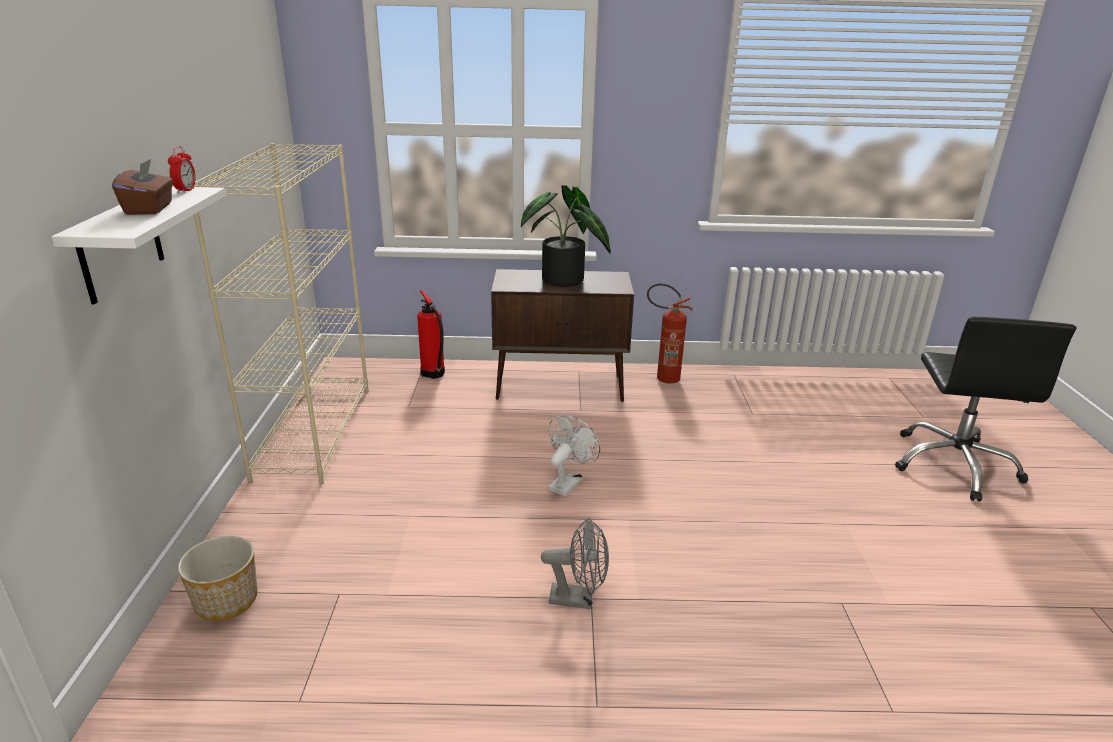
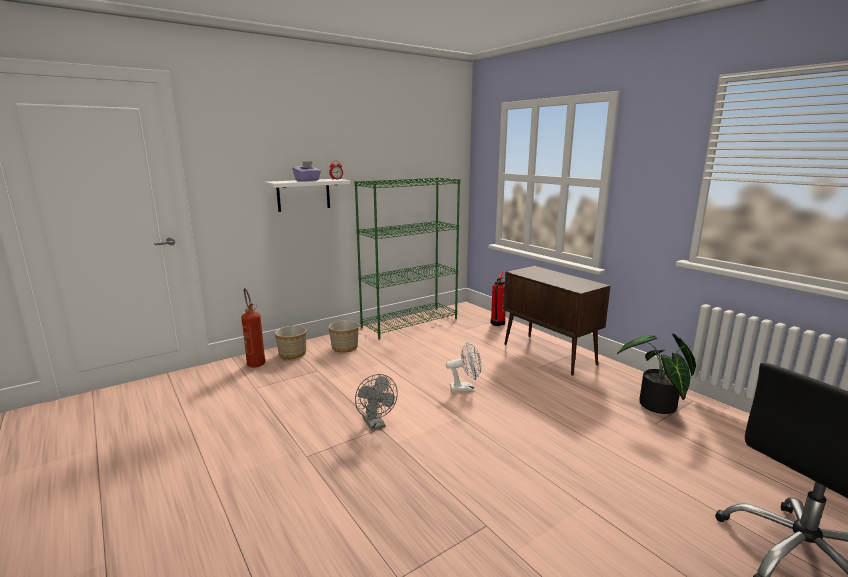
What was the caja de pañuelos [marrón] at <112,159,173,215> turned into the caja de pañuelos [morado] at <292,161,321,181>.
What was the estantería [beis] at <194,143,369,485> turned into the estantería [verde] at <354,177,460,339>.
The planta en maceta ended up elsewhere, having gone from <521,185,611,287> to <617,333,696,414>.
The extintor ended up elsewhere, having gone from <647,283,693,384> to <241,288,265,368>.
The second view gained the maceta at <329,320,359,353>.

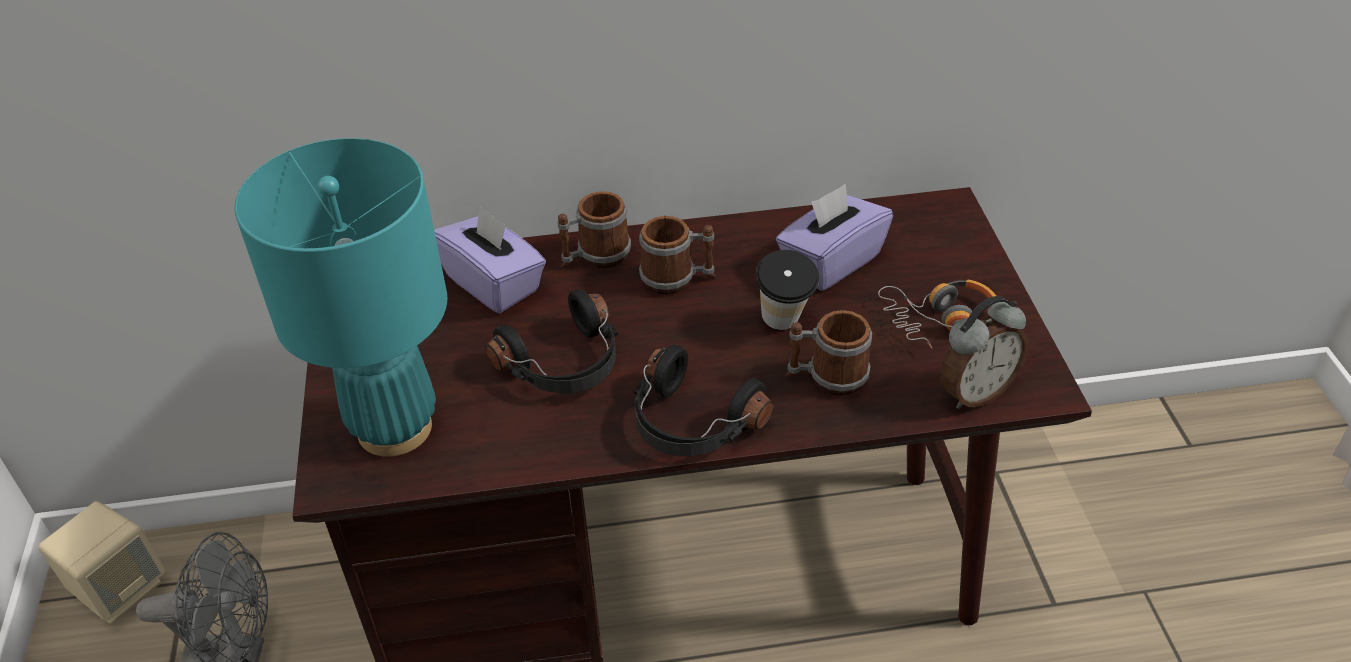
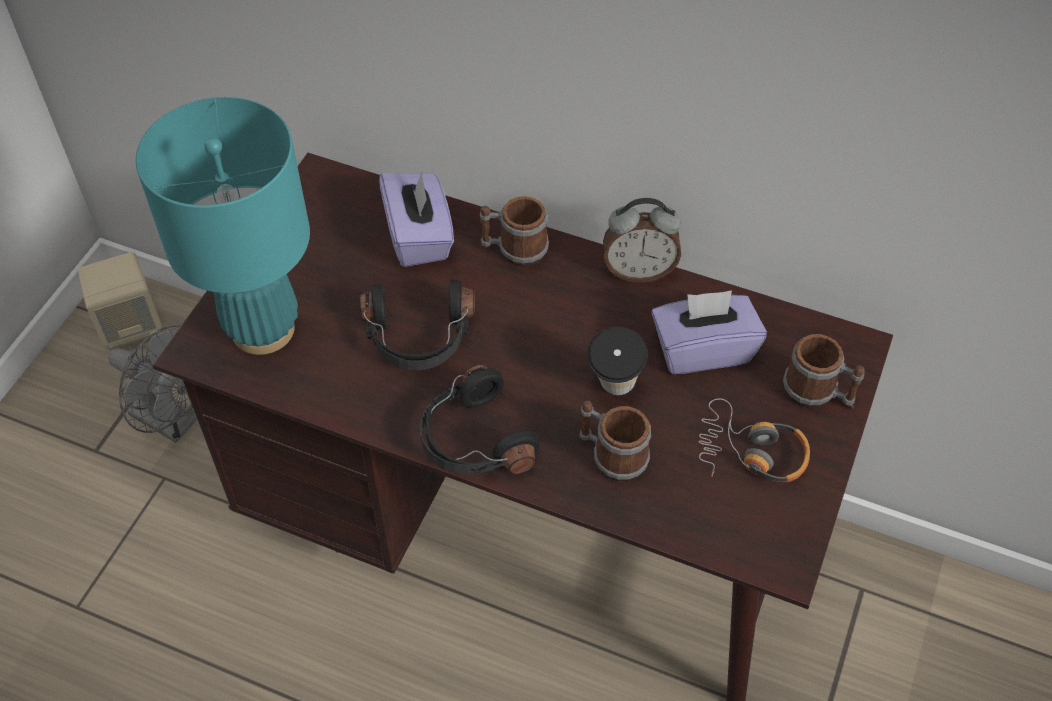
The taza grande ended up elsewhere, having gone from <639,216,716,295> to <783,334,865,409>.
The despertador ended up elsewhere, having gone from <940,296,1028,409> to <603,198,681,283>.

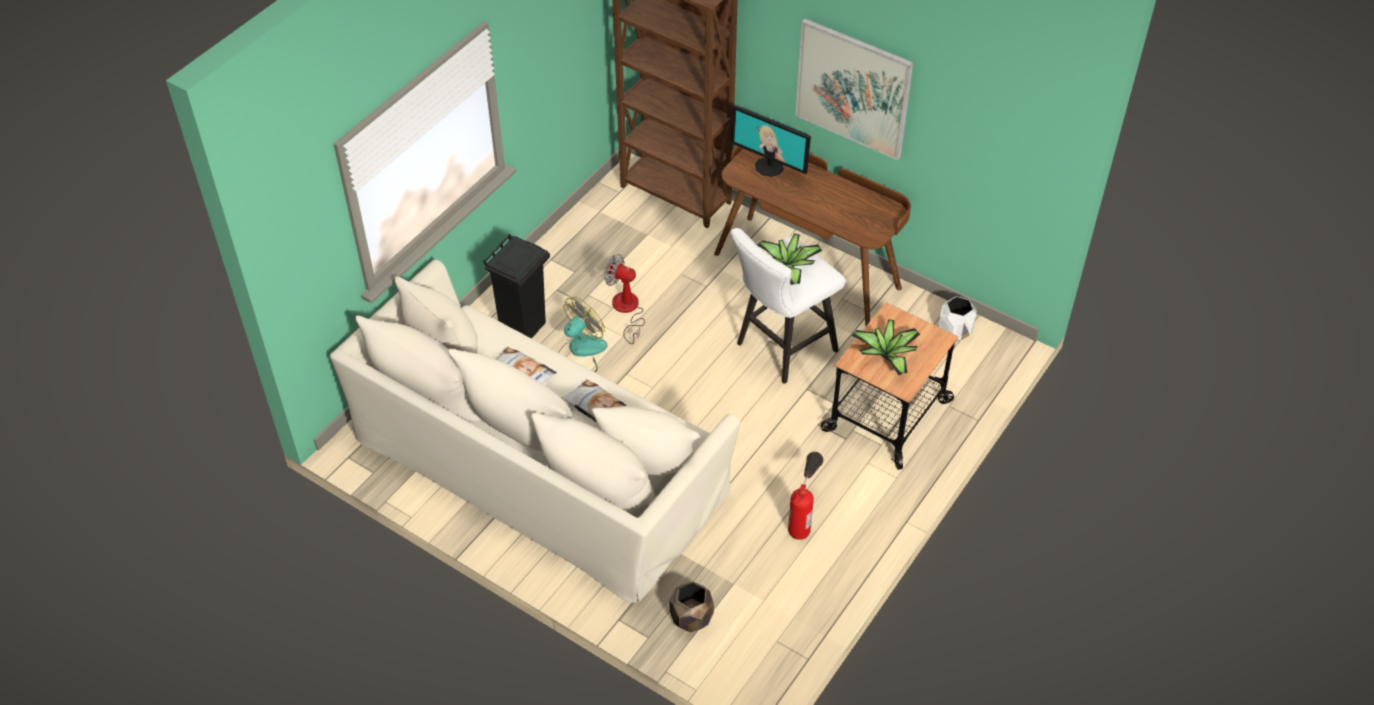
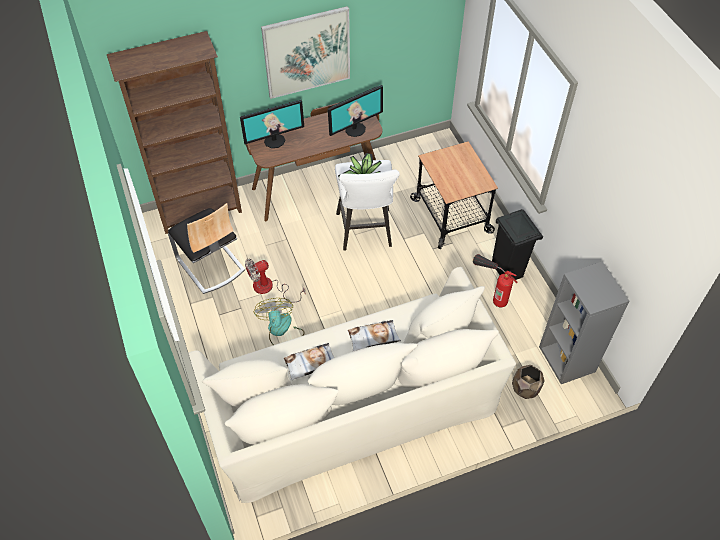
The papelera [negro] ended up elsewhere, having gone from <483,234,550,338> to <492,209,543,280>.
The second view lost the planta en maceta at <852,319,920,375>.
The second view lost the maceta [blanco] at <938,296,977,341>.
The second view gained the silla at <168,203,245,294>.
The second view gained the monitor at <328,85,383,137>.
The second view gained the estantería [gris] at <539,261,629,384>.

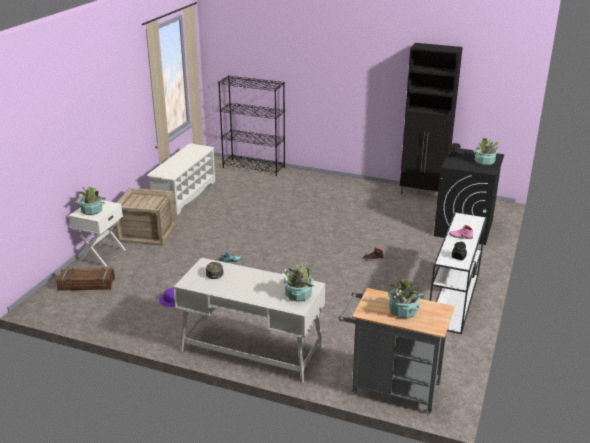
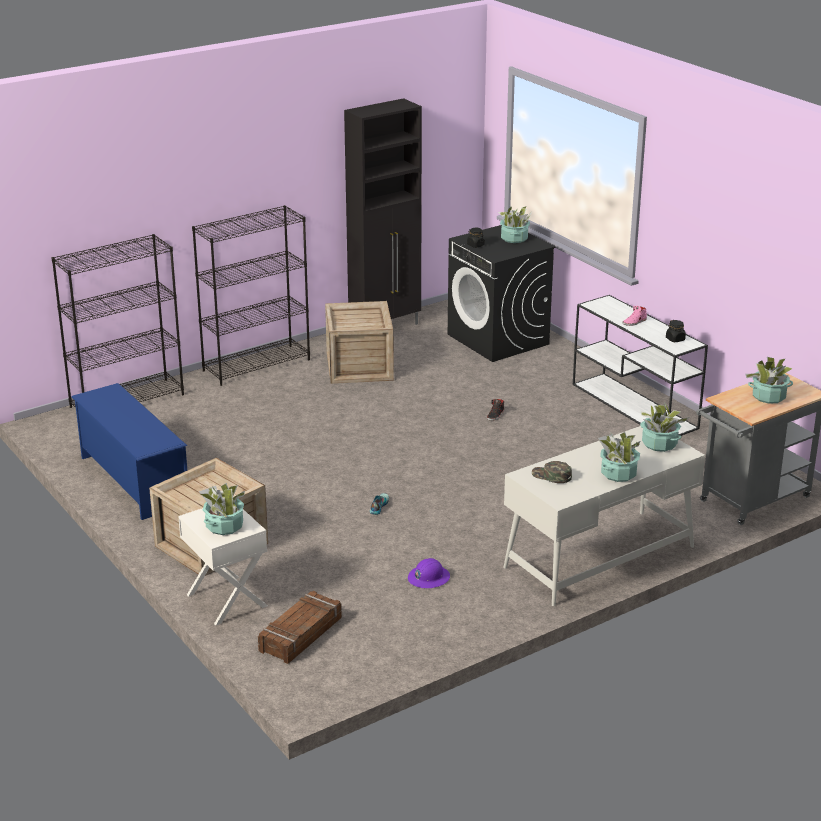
What was the zapatero [blanco] at <147,143,215,215> turned into the zapatero [azul] at <71,383,187,520>.
The second view gained the estantería [negro] at <192,205,310,386>.
The second view gained the caja de embalaje at <325,301,394,384>.
The second view gained the planta en maceta at <598,432,640,482>.

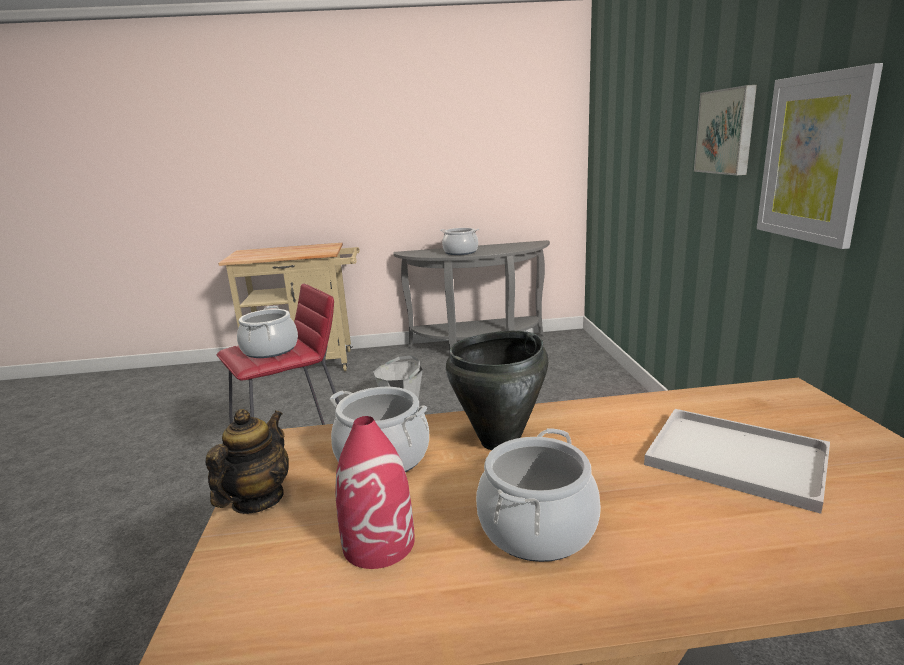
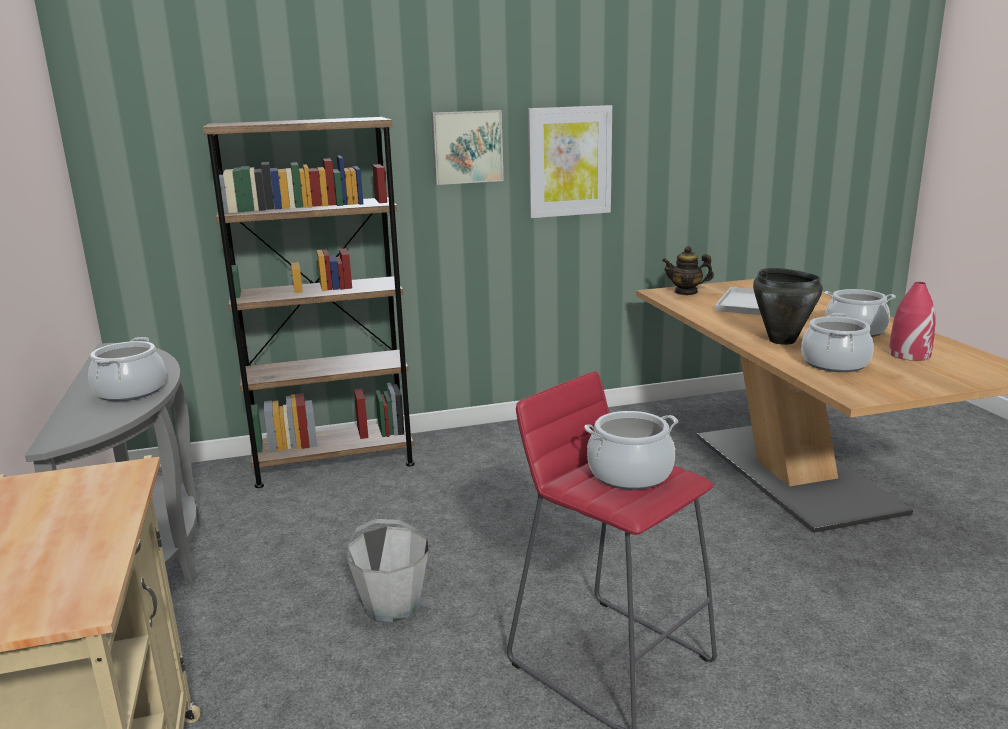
The tetera ended up elsewhere, having gone from <206,409,289,514> to <662,246,714,295>.
The second view gained the estantería [marrón] at <202,117,415,488>.

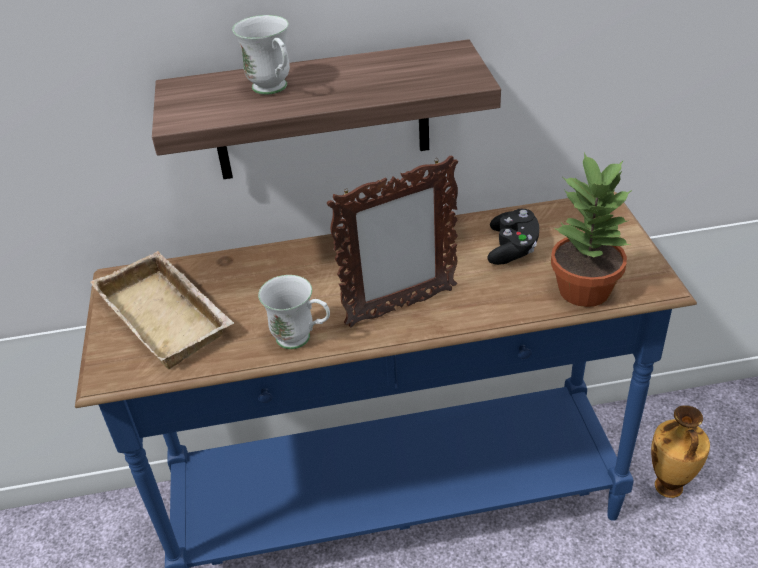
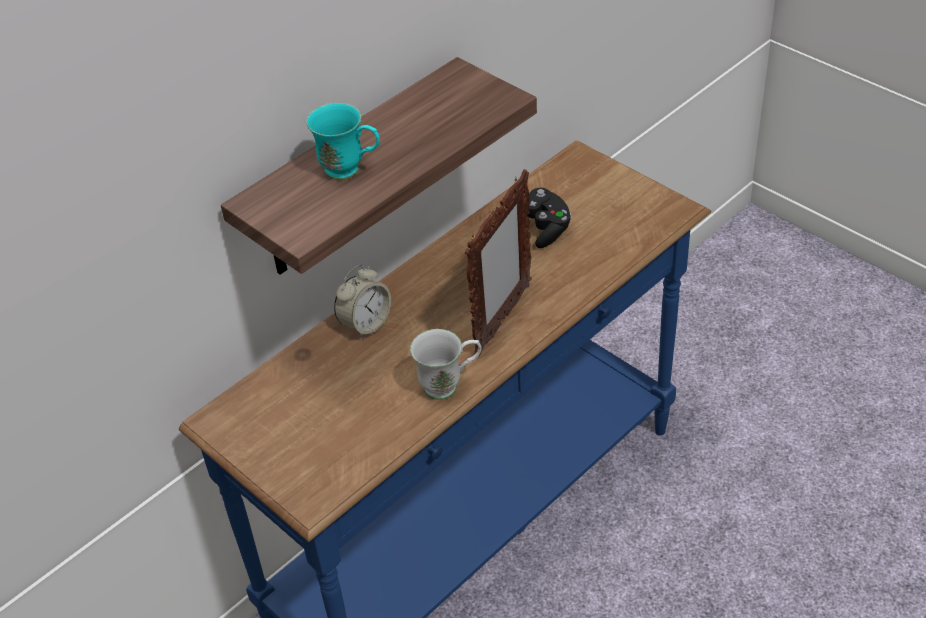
The second view lost the bandeja [beis] at <90,251,234,369>.
What was the taza grande [blanco] at <232,15,290,95> turned into the taza grande [turquesa] at <307,103,380,180>.
The second view lost the planta en maceta at <551,153,632,307>.
The second view lost the florero at <651,405,710,498>.
The second view gained the despertador at <334,265,391,339>.

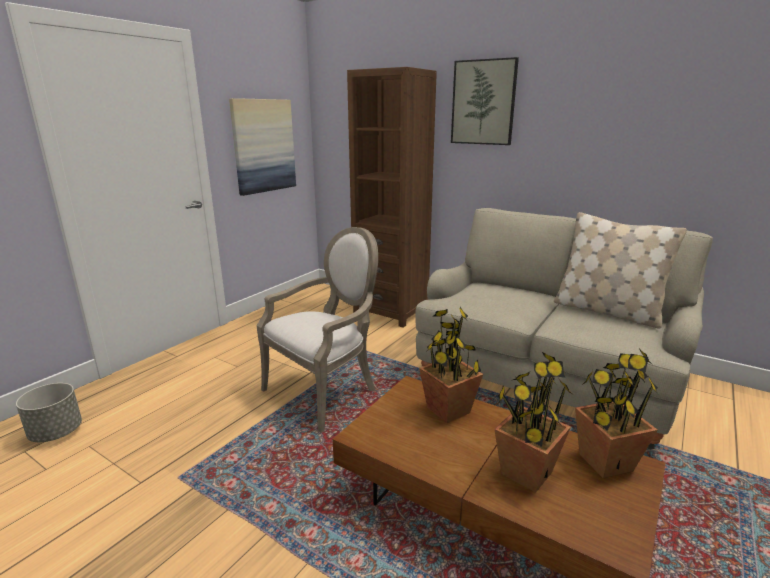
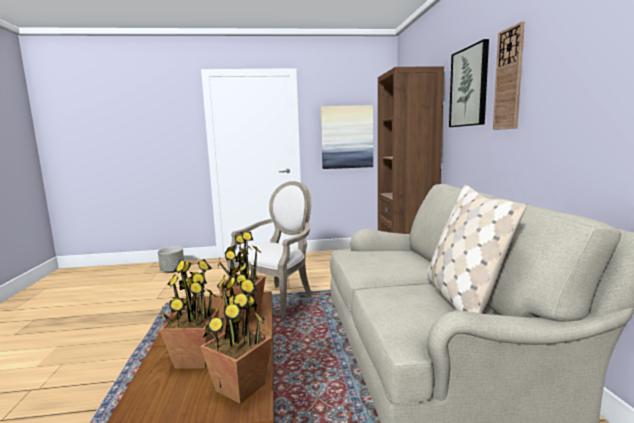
The sillón at <257,227,378,433> ended up facing another way, 60 degrees counterclockwise from before.
The second view gained the reloj de pared at <493,21,525,130>.

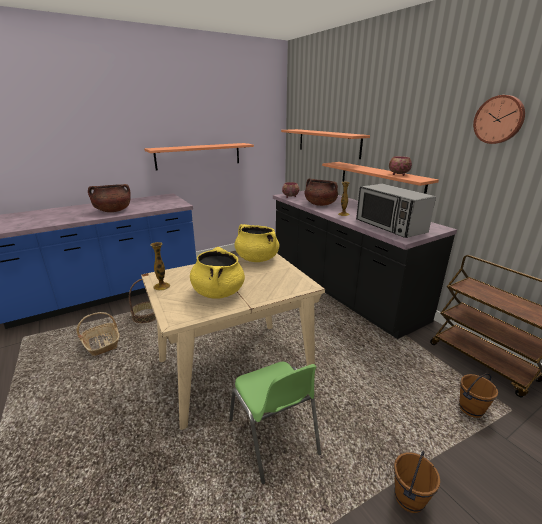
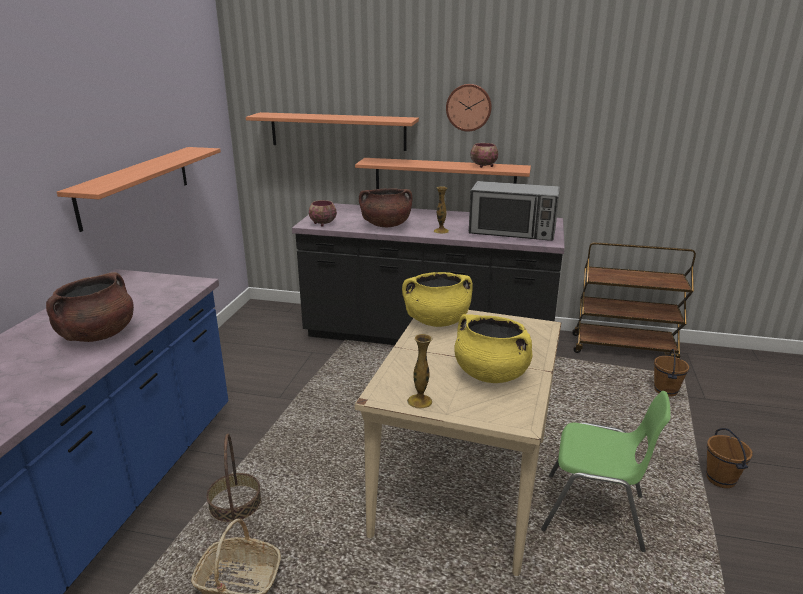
The reloj de pared ended up elsewhere, having gone from <473,95,525,144> to <446,84,492,132>.

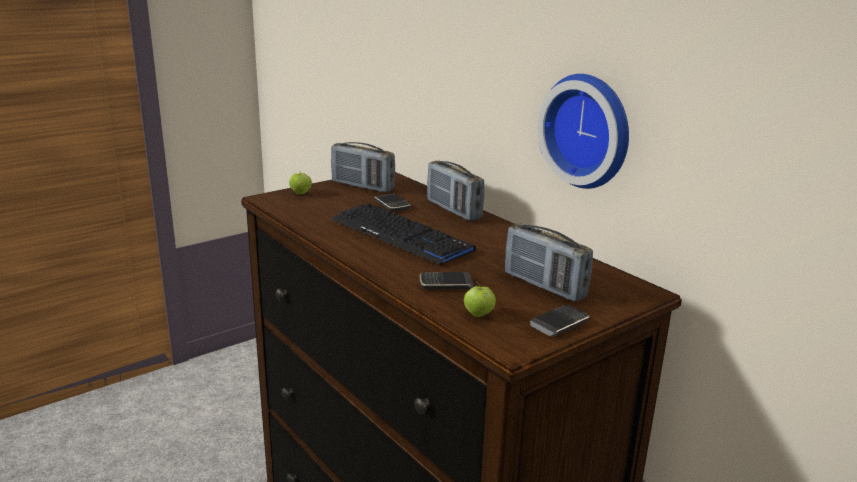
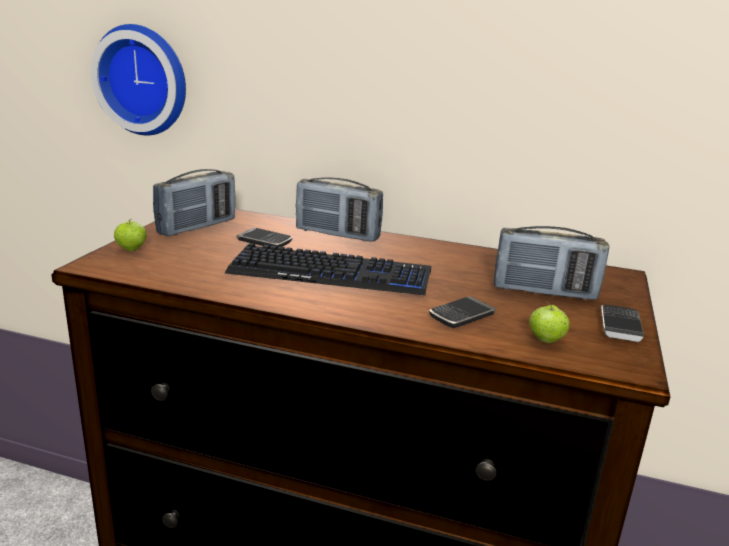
The radio at <331,142,395,192> ended up facing another way, 45 degrees counterclockwise from before.
The reloj de pared ended up elsewhere, having gone from <537,74,629,189> to <91,24,186,135>.

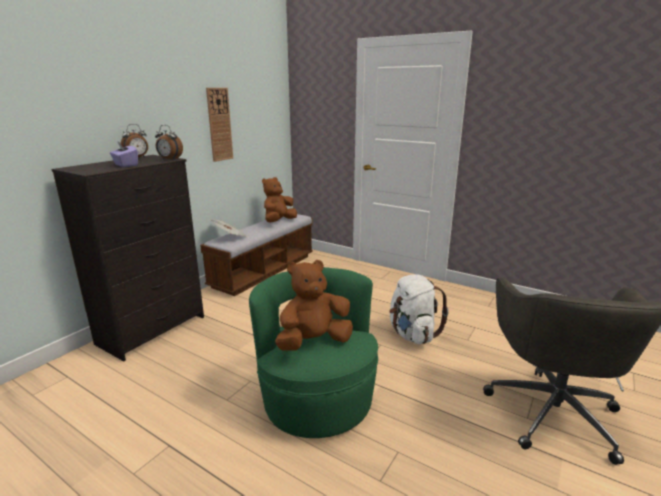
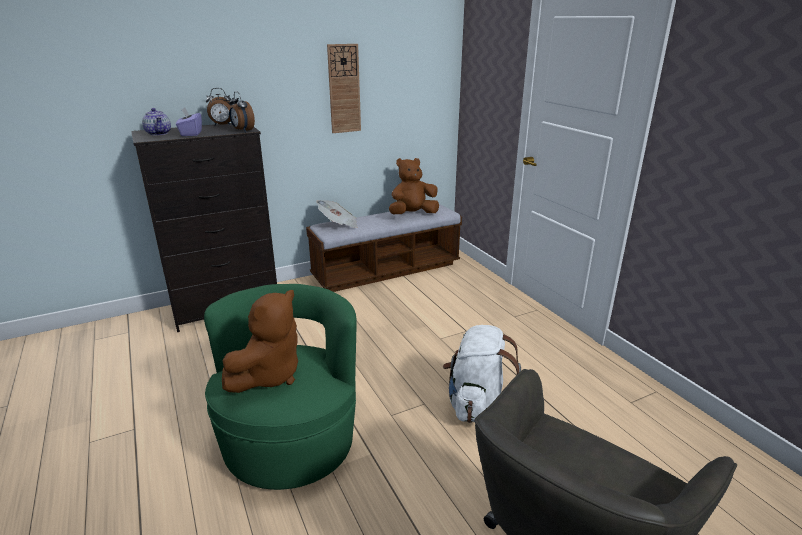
The peluche [marrón] at <275,260,353,351> ended up facing another way, 120 degrees clockwise from before.
The second view gained the tetera at <142,108,171,136>.

